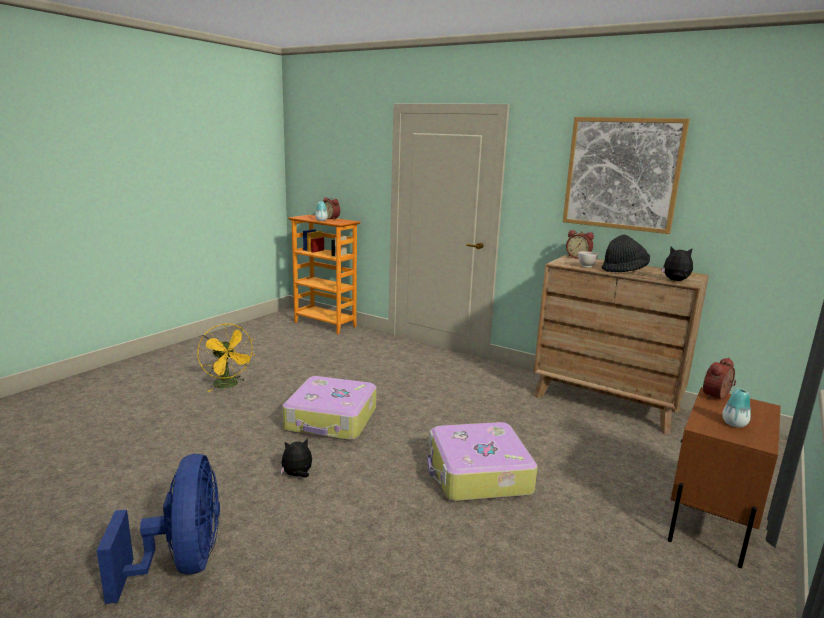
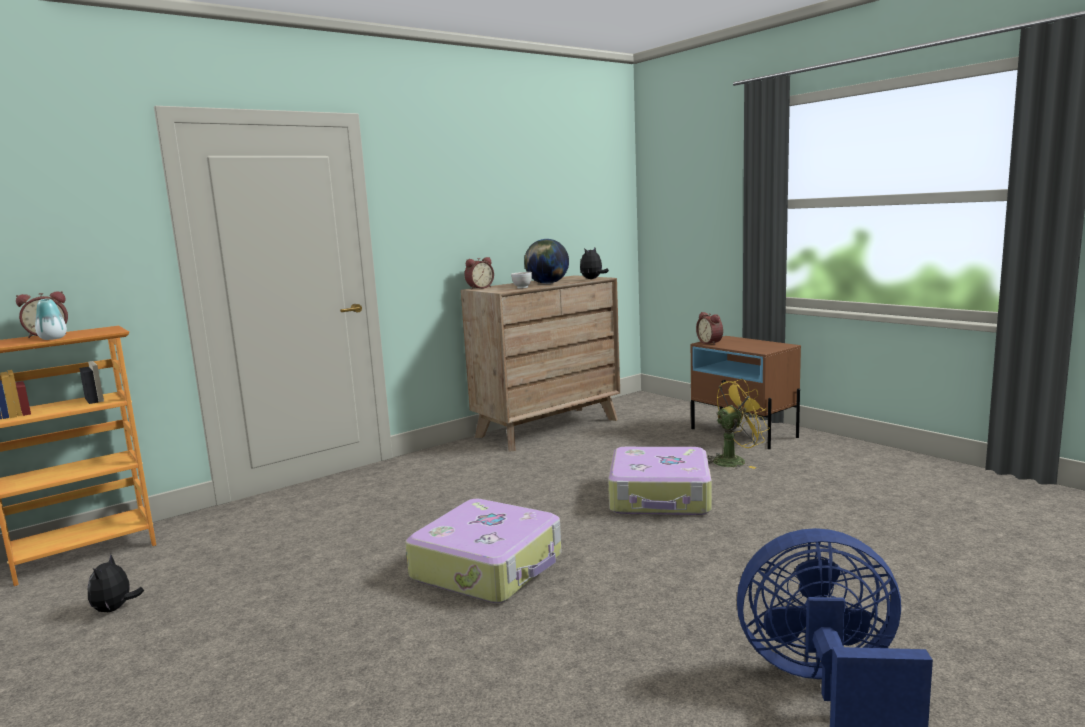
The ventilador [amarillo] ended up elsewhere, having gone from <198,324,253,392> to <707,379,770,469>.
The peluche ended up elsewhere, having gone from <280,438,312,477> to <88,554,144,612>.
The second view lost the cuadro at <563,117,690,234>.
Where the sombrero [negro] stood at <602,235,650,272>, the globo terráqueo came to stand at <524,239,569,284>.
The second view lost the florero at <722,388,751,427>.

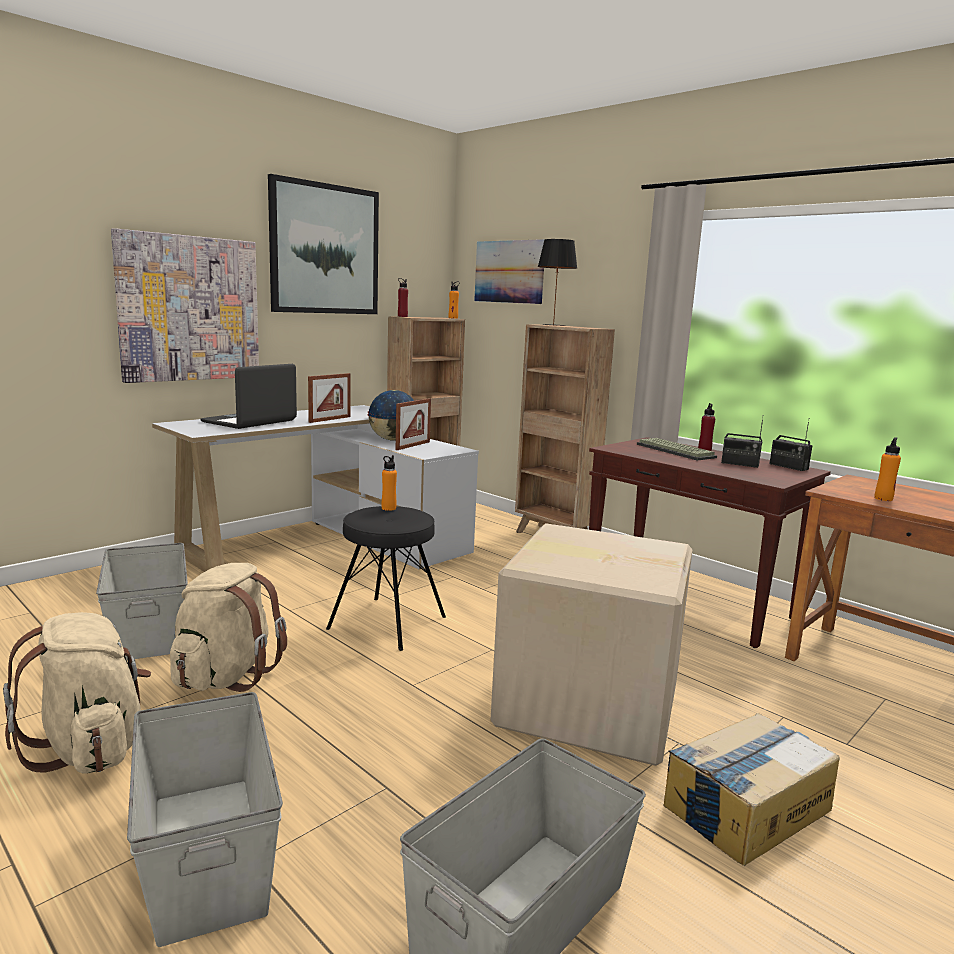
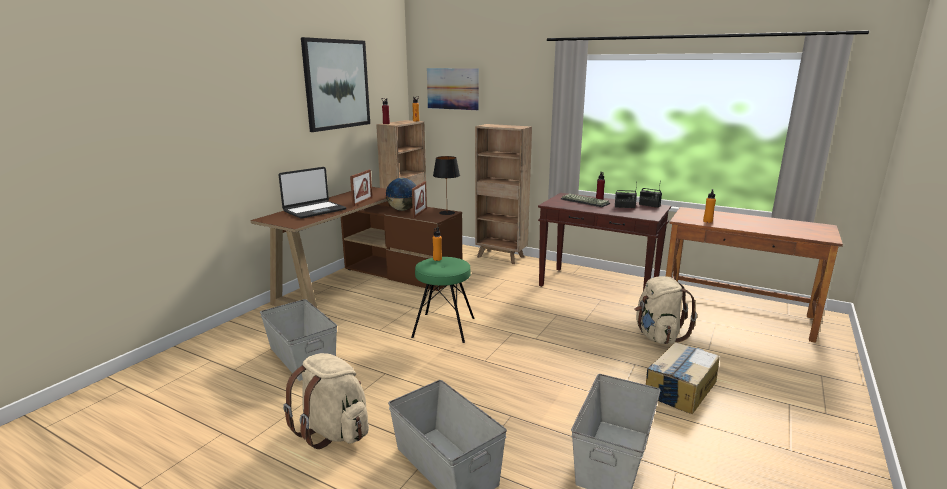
The second view lost the cuadro at <111,228,259,383>.
What was the escritorio [blanco] at <152,405,479,572> turned into the escritorio [marrón] at <251,187,462,309>.
The mochila [beis] ended up elsewhere, having gone from <170,563,287,692> to <634,276,697,344>.
The portátil at <201,364,297,429> ended up facing another way, 150 degrees counterclockwise from before.
What was the taburete [negro] at <326,506,446,651> turned into the taburete [verde] at <411,257,475,343>.
The second view lost the caja de cartón at <490,523,693,766>.
The lámpara de mesa [negro] ended up elsewhere, having gone from <538,239,577,326> to <433,156,460,215>.

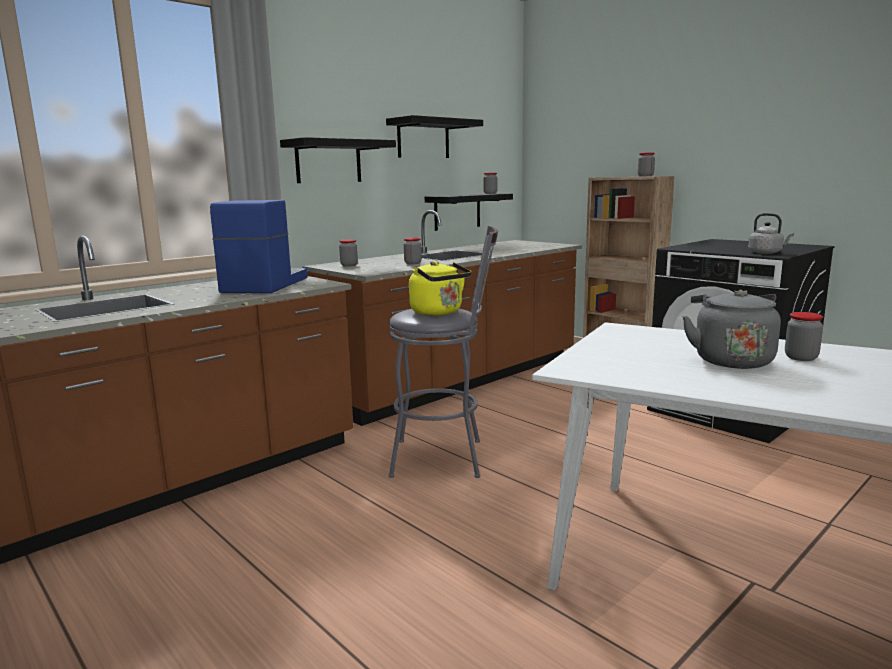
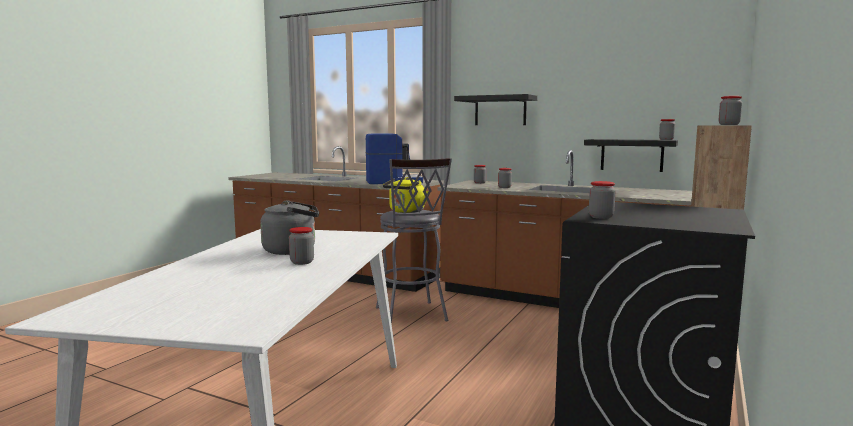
The second view lost the estante [negro] at <386,115,483,158>.
Where the hervidor [gris] stood at <748,213,794,254>, the tarro came to stand at <589,181,615,219>.

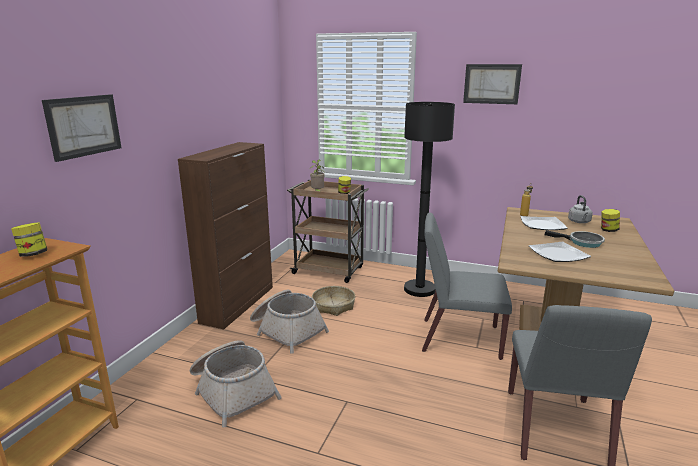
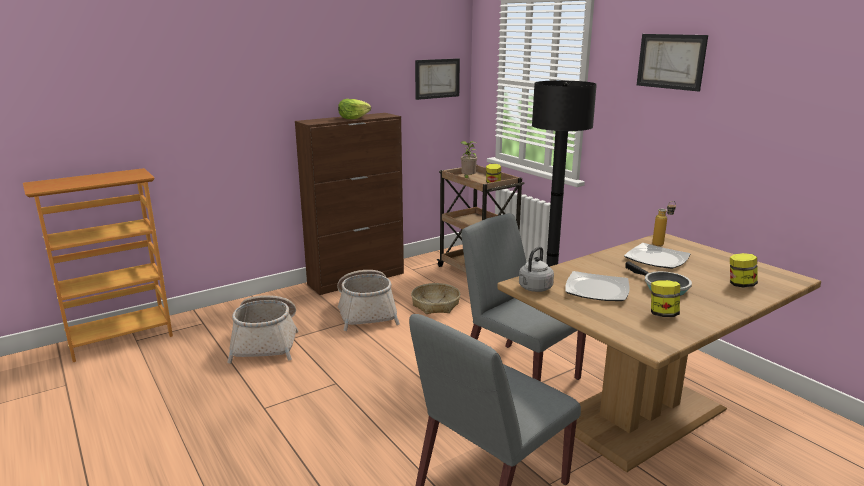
The tarro ended up elsewhere, having gone from <11,222,47,257> to <651,280,680,317>.
The cuadro ended up elsewhere, having gone from <42,94,121,162> to <415,58,460,100>.
The hervidor [gris] ended up elsewhere, having gone from <568,195,593,223> to <519,247,554,292>.
The second view gained the lechuga at <338,99,371,119>.

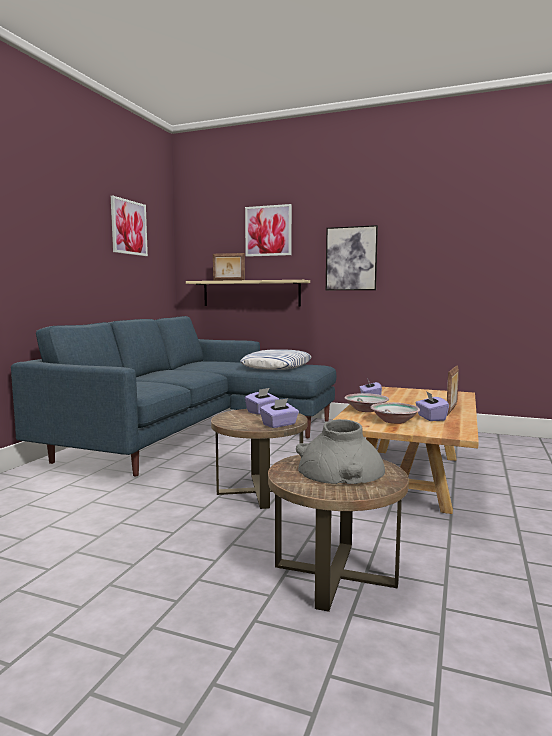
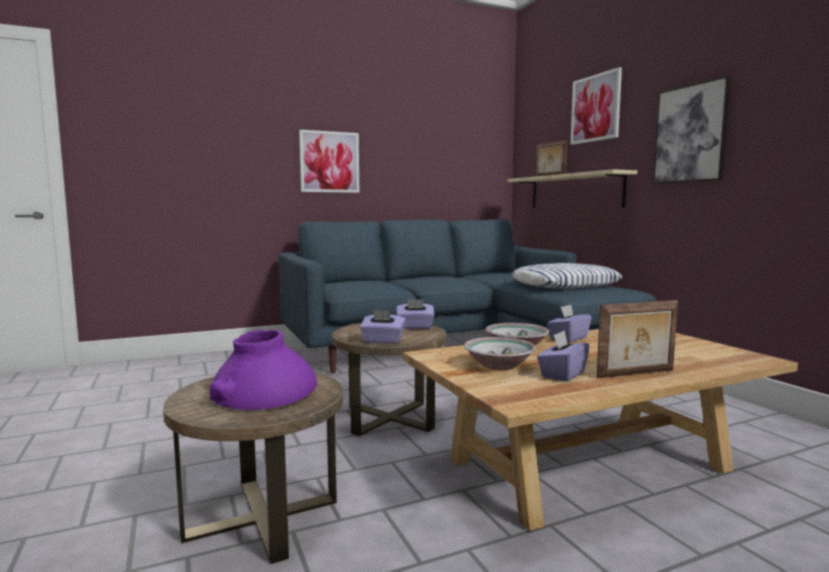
The cuadro ended up elsewhere, having gone from <111,196,148,256> to <299,130,359,193>.
What was the florero [gris] at <296,419,385,484> turned into the florero [morado] at <209,330,317,410>.

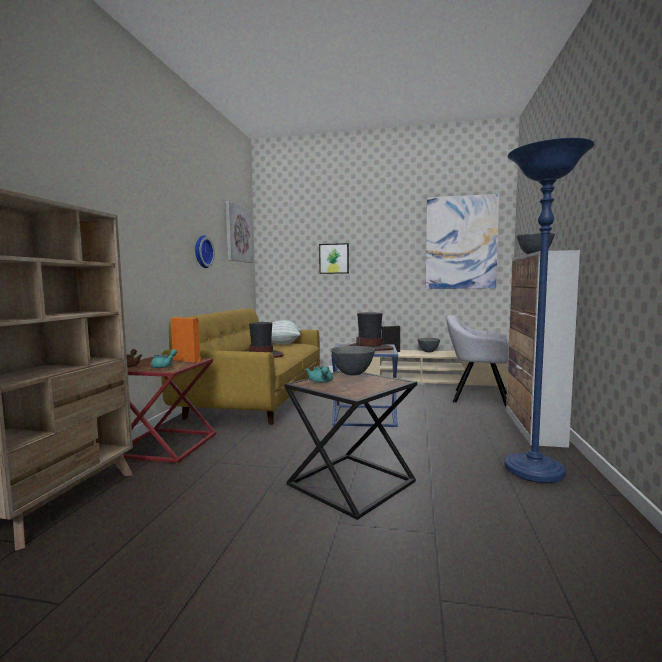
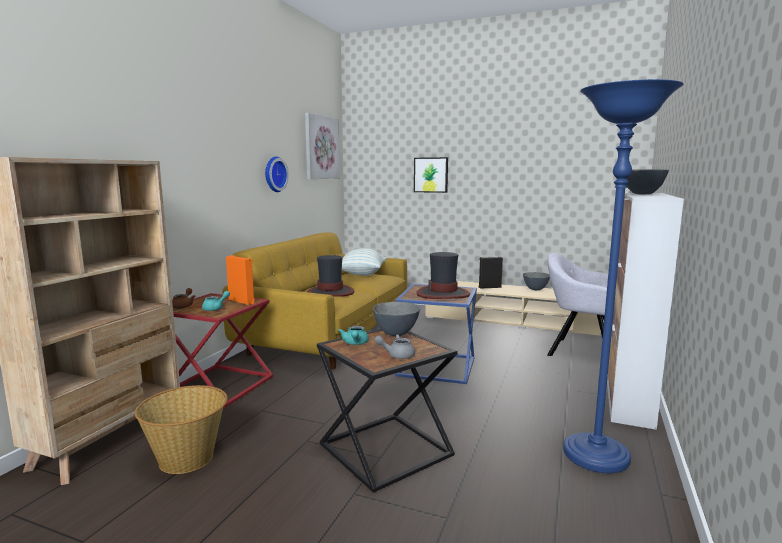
The second view lost the cuadro at <426,194,499,289>.
The second view gained the cesta at <135,385,228,474>.
The second view gained the tetera [gris] at <374,334,415,359>.

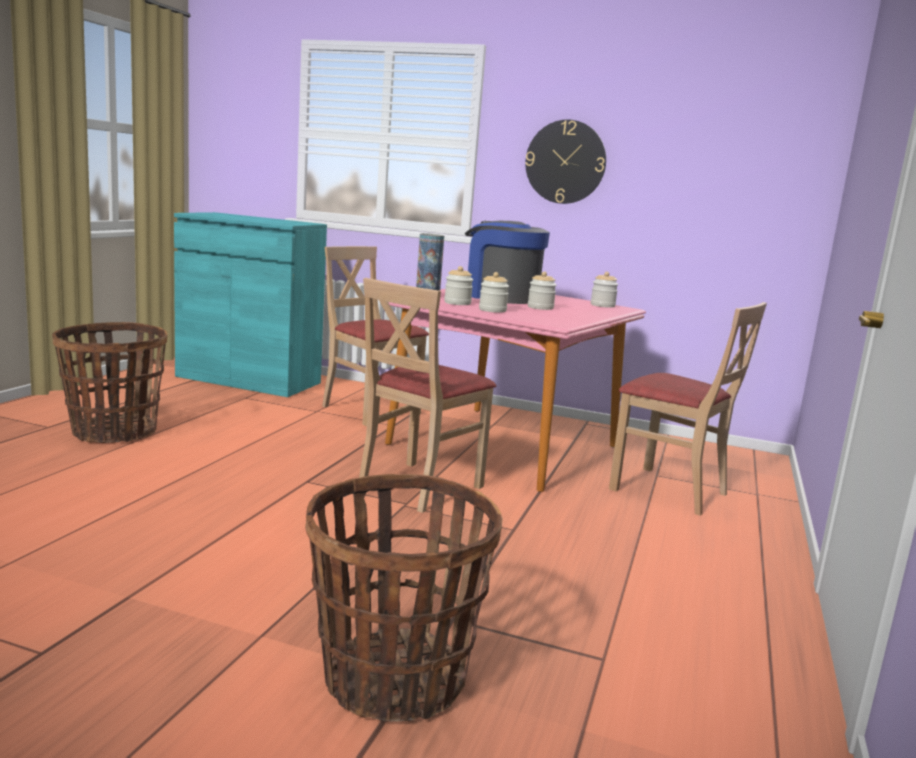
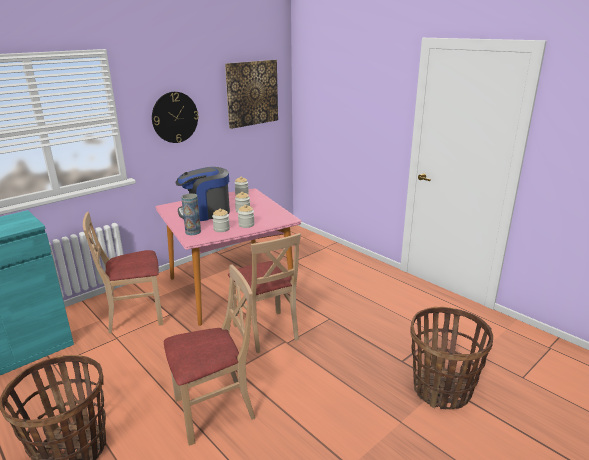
The silla [beis] ended up elsewhere, having gone from <609,302,767,516> to <164,265,255,446>.
The second view gained the cuadro at <225,60,278,129>.

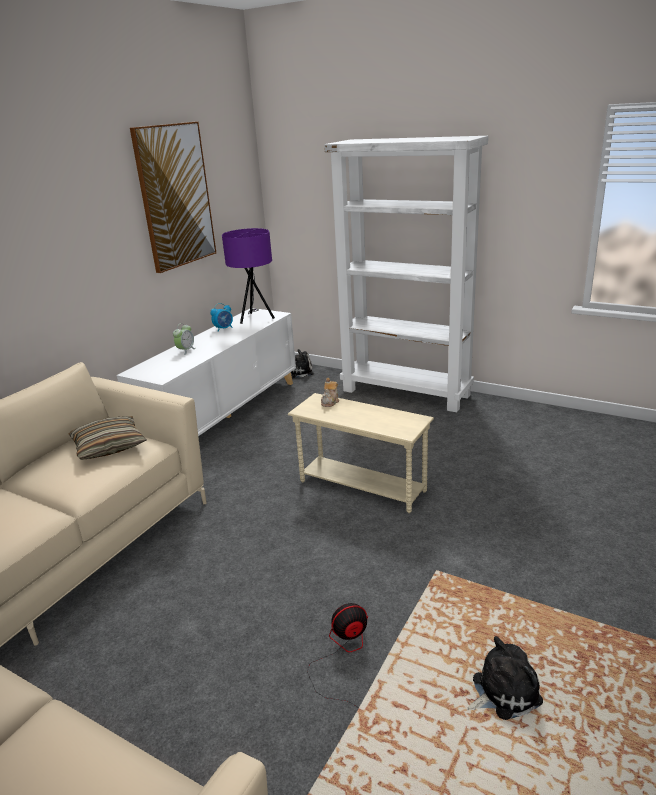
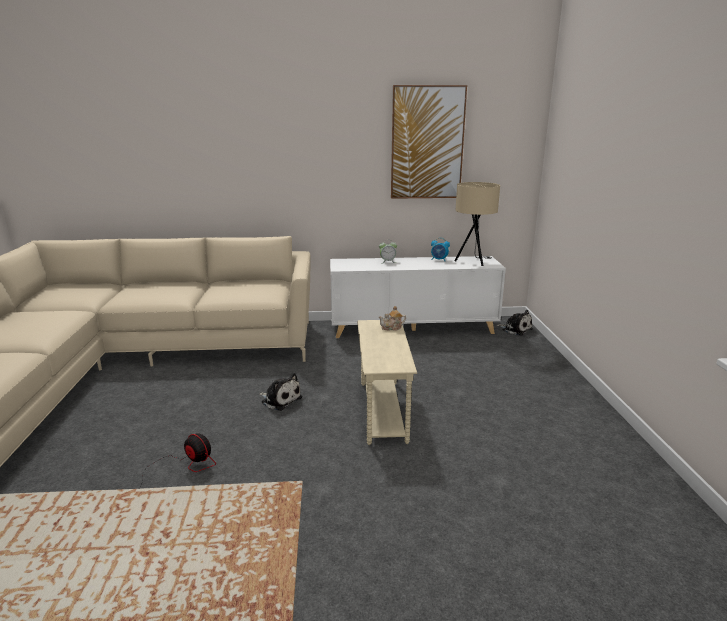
The second view lost the cojín at <69,416,147,460>.
What was the lámpara de mesa [morado] at <222,228,275,324> turned into the lámpara de mesa [beis] at <454,182,500,266>.
The second view lost the estantería [blanco] at <324,136,488,412>.
The peluche ended up elsewhere, having gone from <467,636,543,720> to <259,373,302,411>.

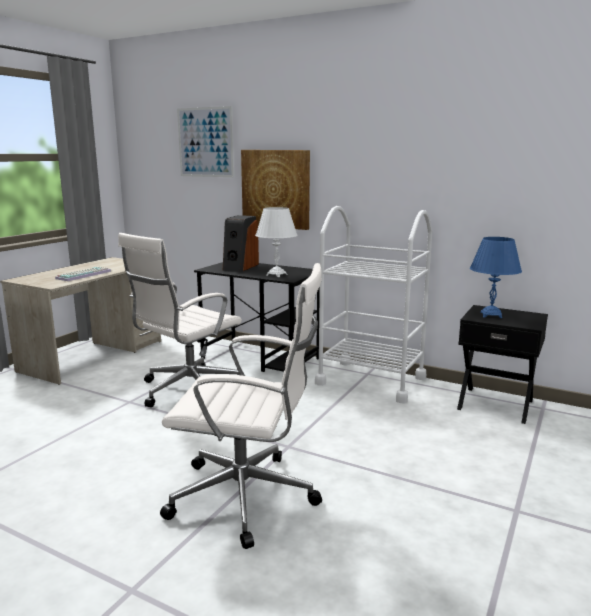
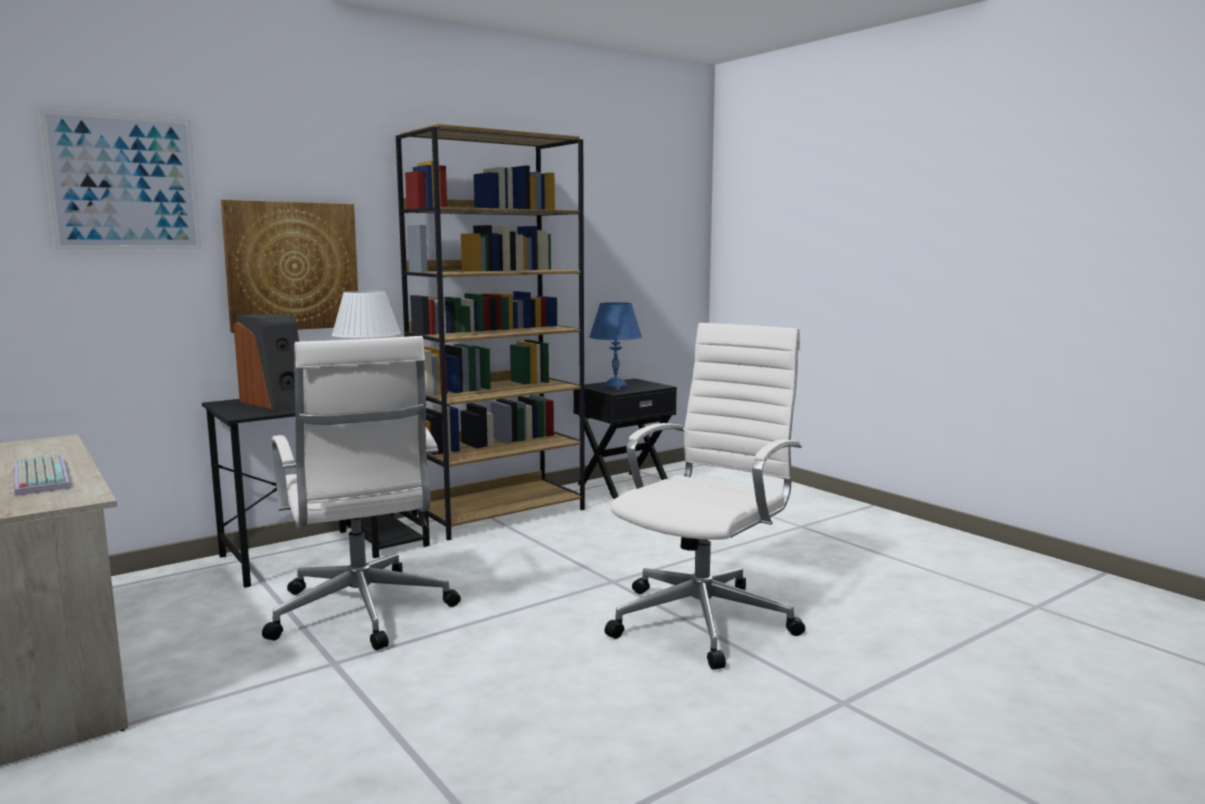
Where the carrito [blanco] stood at <315,206,432,404>, the estantería [marrón] came to stand at <396,124,585,540>.

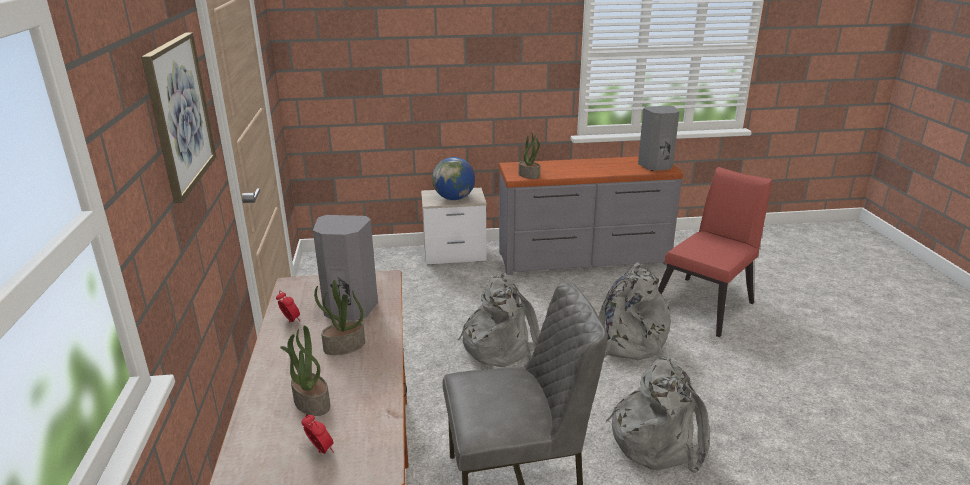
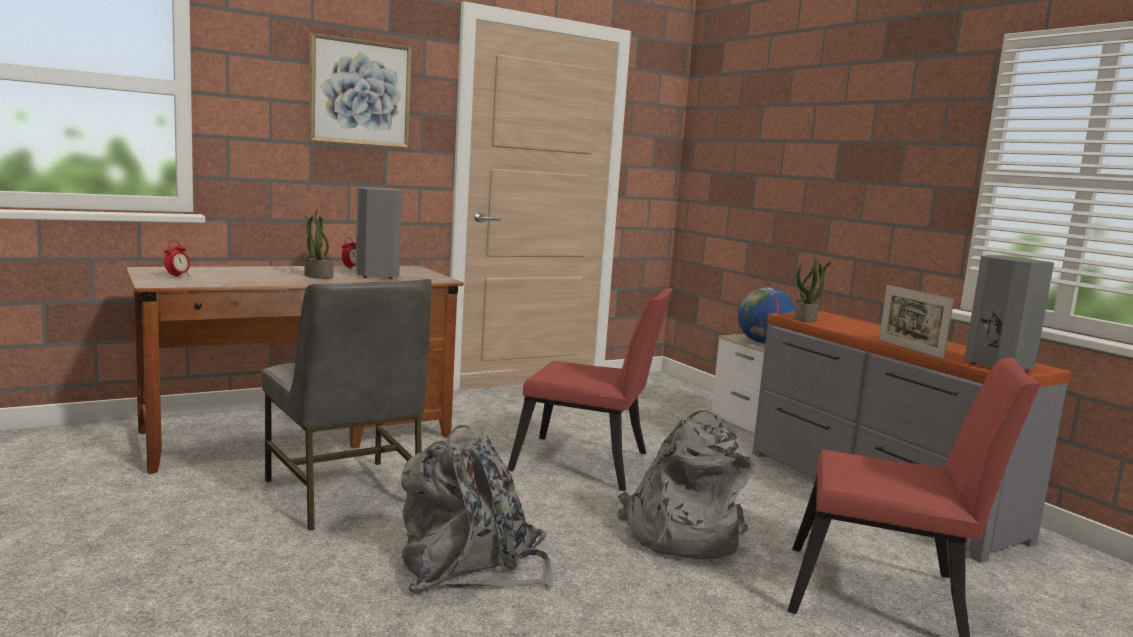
The second view lost the planta en maceta at <280,326,330,416>.
Where the mochila [gris] stood at <457,274,540,367>, the silla [rojo] came to stand at <507,288,673,491>.
The second view gained the portarretratos at <879,285,954,359>.

